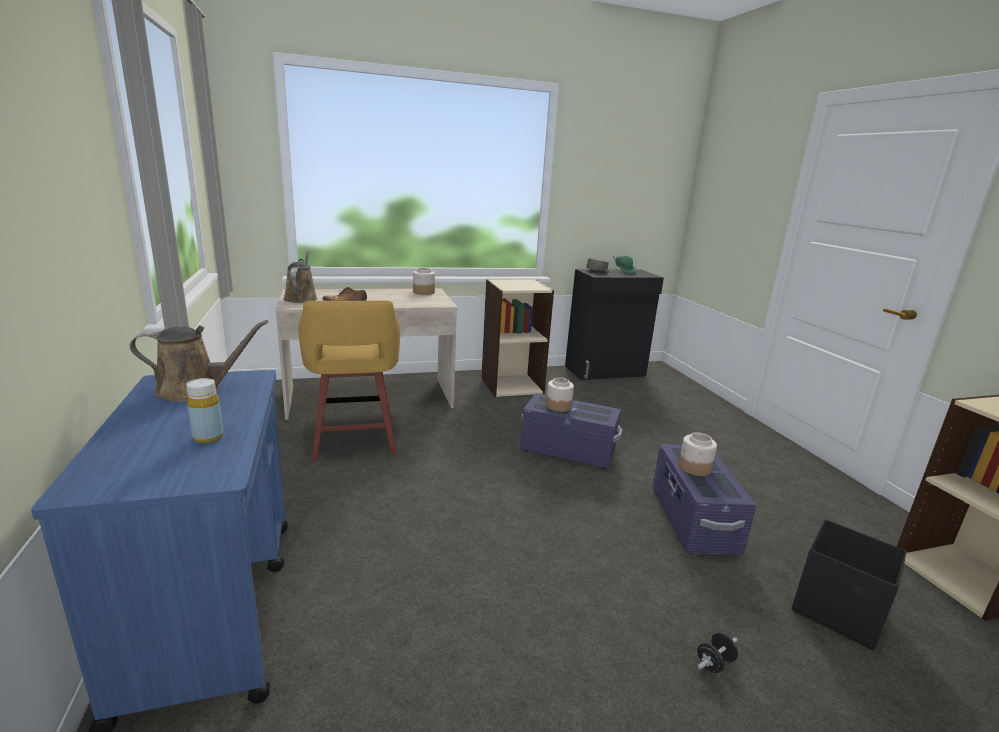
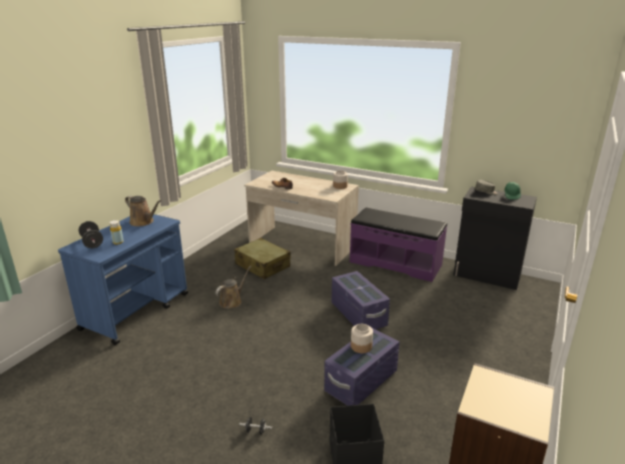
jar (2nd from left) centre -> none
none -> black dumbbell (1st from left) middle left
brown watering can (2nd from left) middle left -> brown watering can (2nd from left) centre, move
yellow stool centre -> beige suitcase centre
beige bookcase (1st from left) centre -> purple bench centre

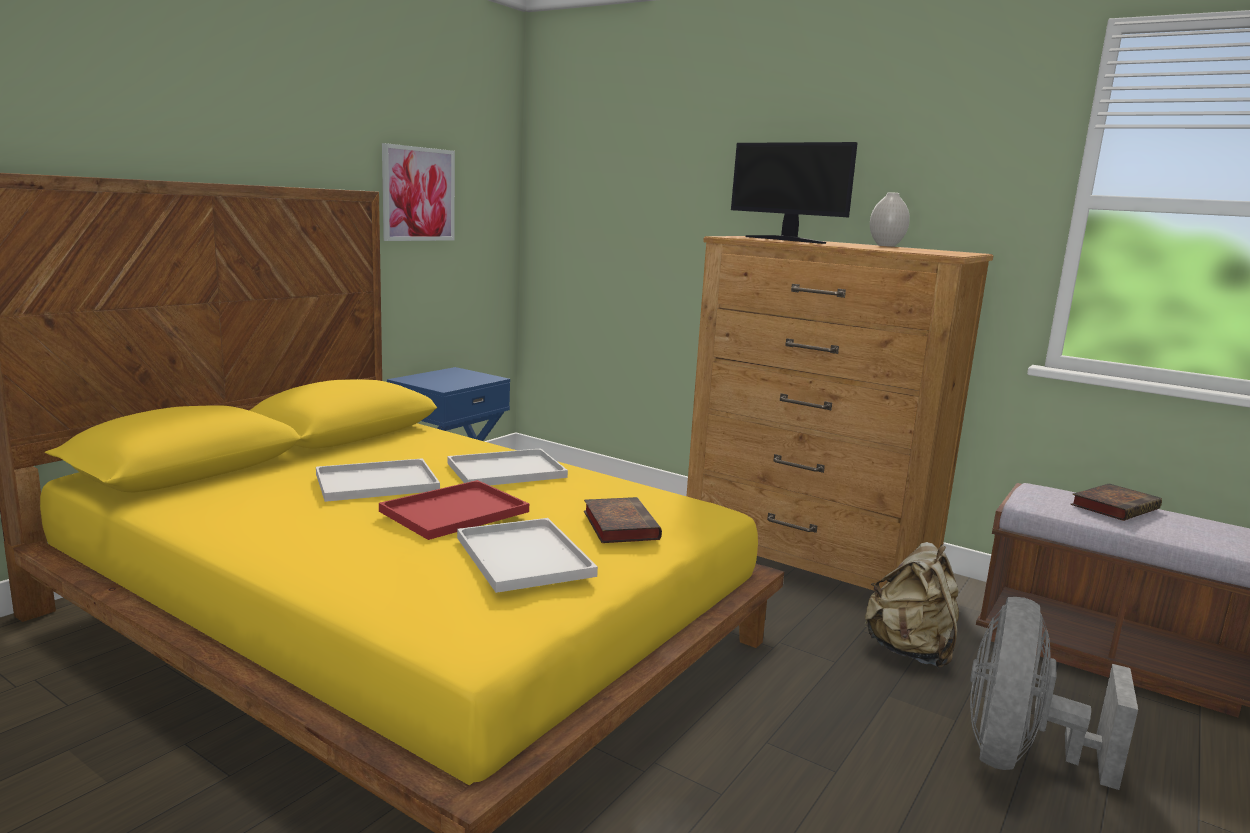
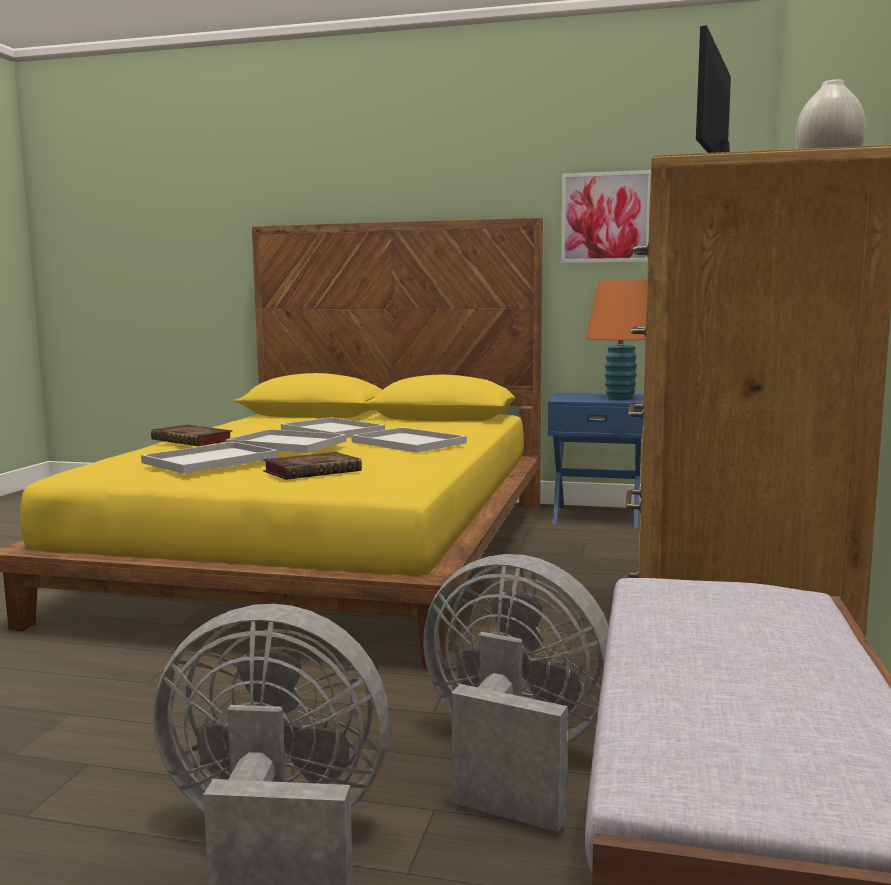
none -> orange table lamp middle right
book (2nd from left in the first image) middle right -> book (1st from left) middle left, move
beige backpack bottom right -> grey fan (2nd from left) bottom centre
red tray centre -> white tray (2nd from left) middle left

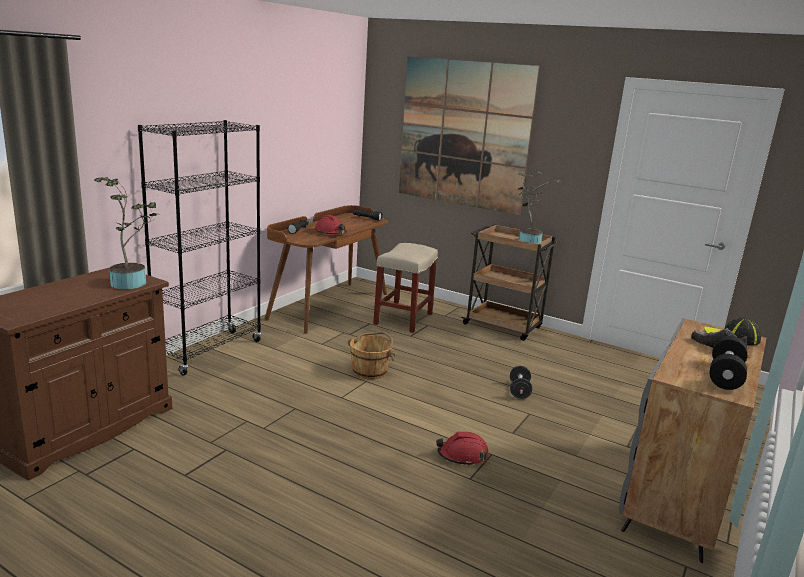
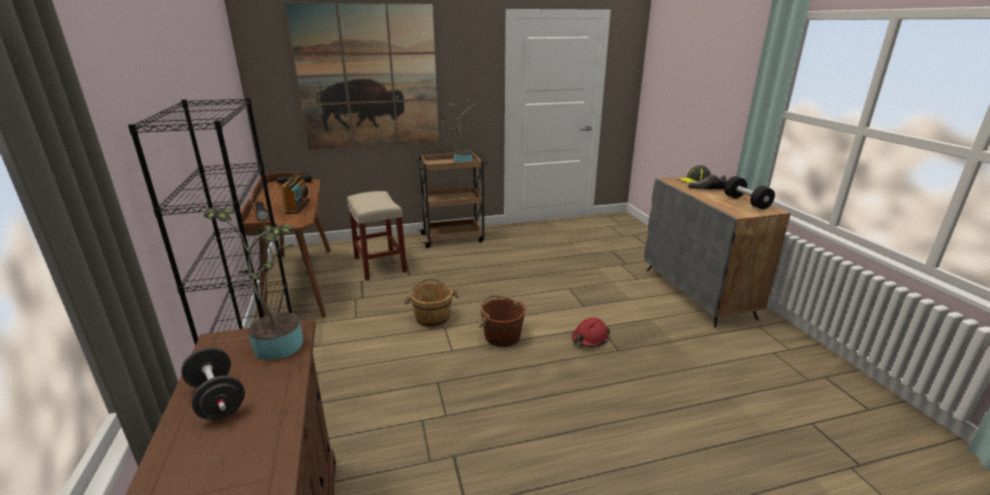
none -> brown bucket (2nd from left) centre
black dumbbell (1st from left) centre -> black dumbbell (1st from left) bottom left, move
red hard hat (1st from left) centre -> radio middle left

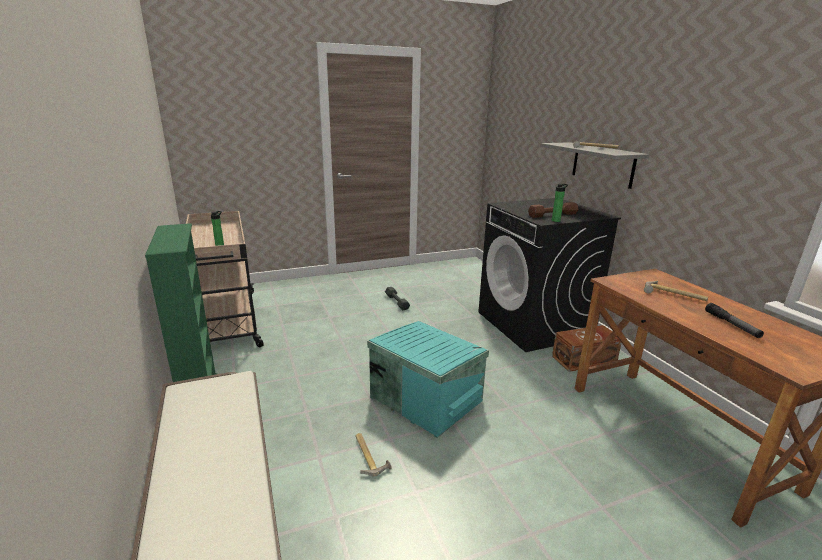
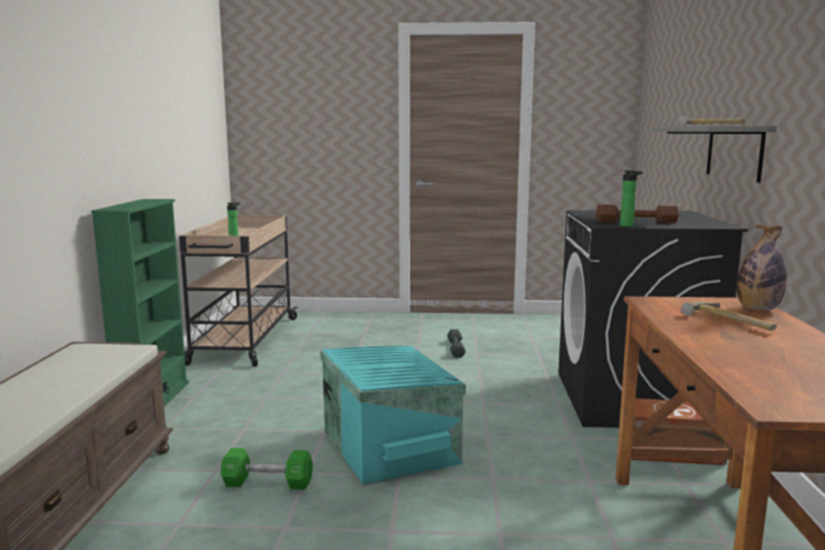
flashlight middle right -> none
none -> bottle (3rd from left) middle right
hammer (1st from left) bottom centre -> green dumbbell bottom left

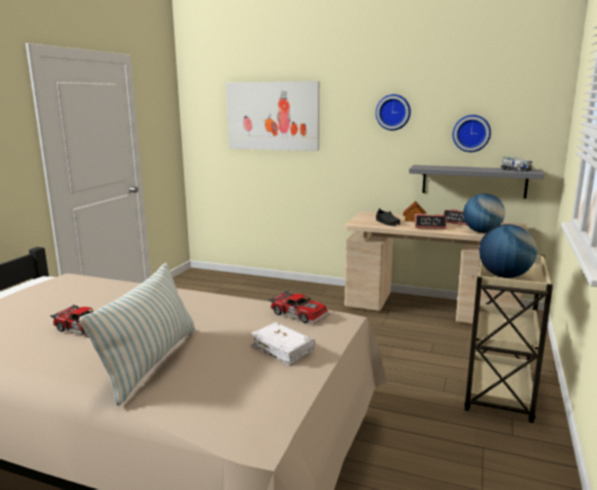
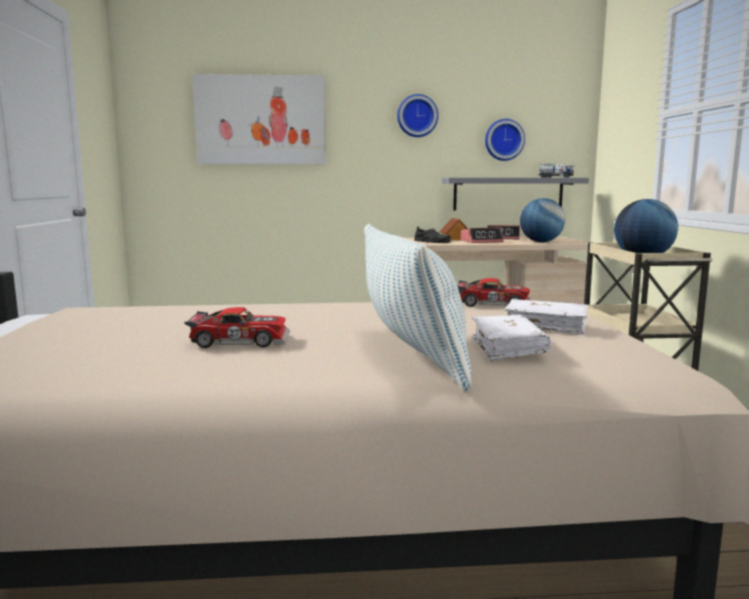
none -> white book (1st from left) middle right

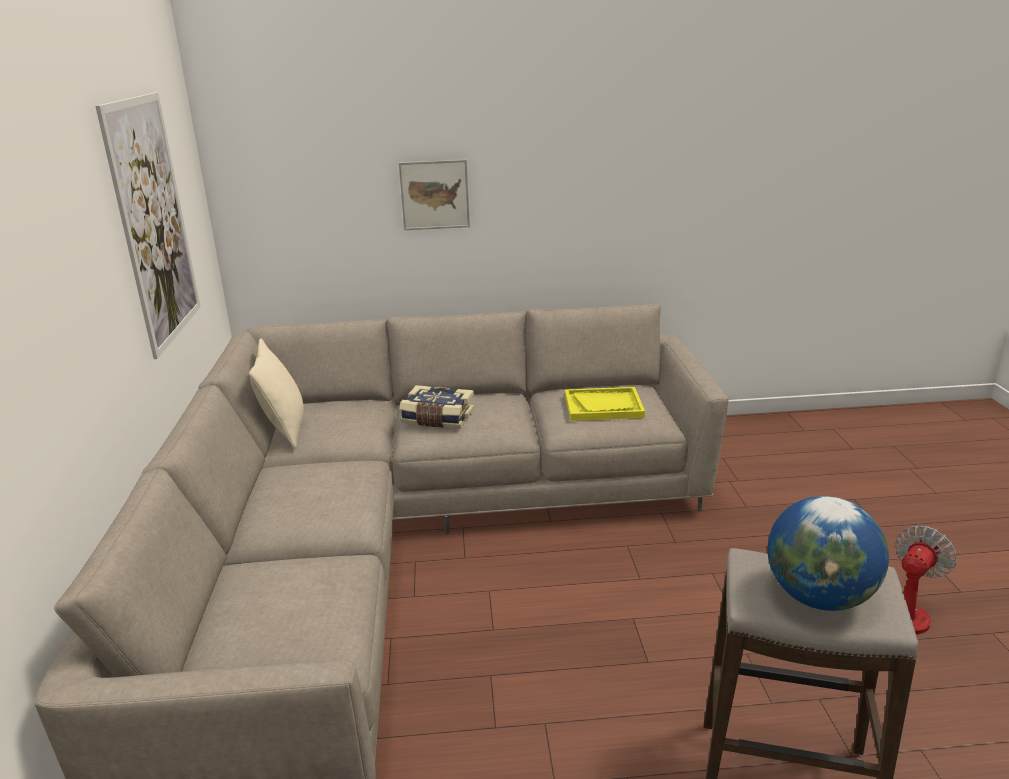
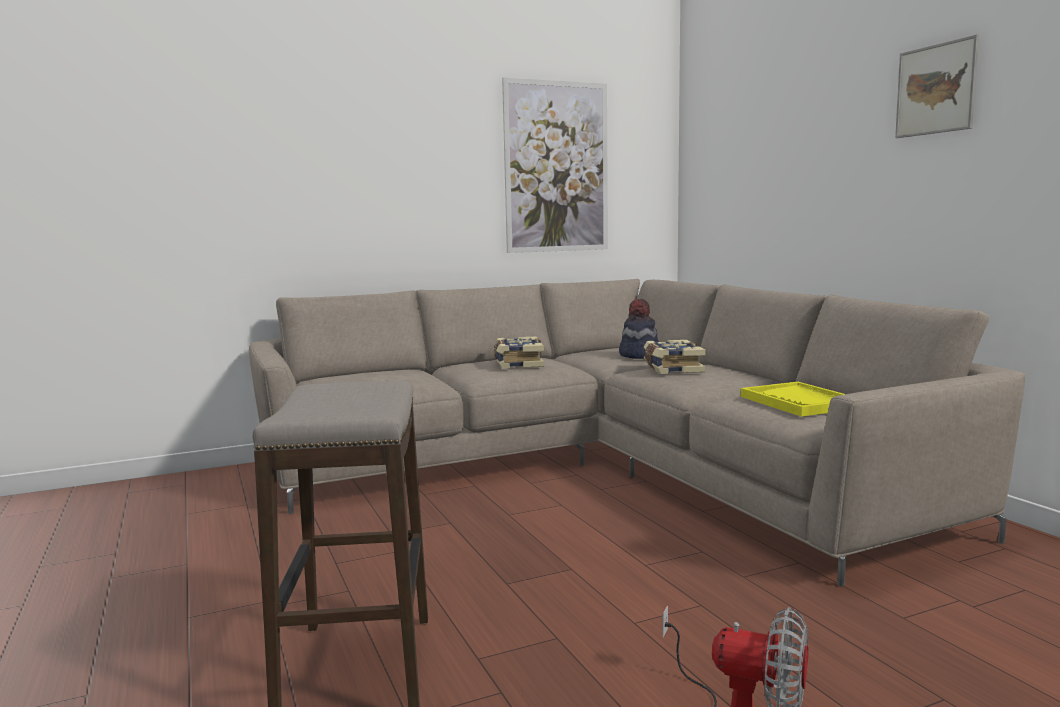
beige pillow middle left -> none
globe bottom right -> none
none -> book (1st from left) centre
none -> hat centre
picture (2nd from left) top centre -> picture (2nd from left) top right, move

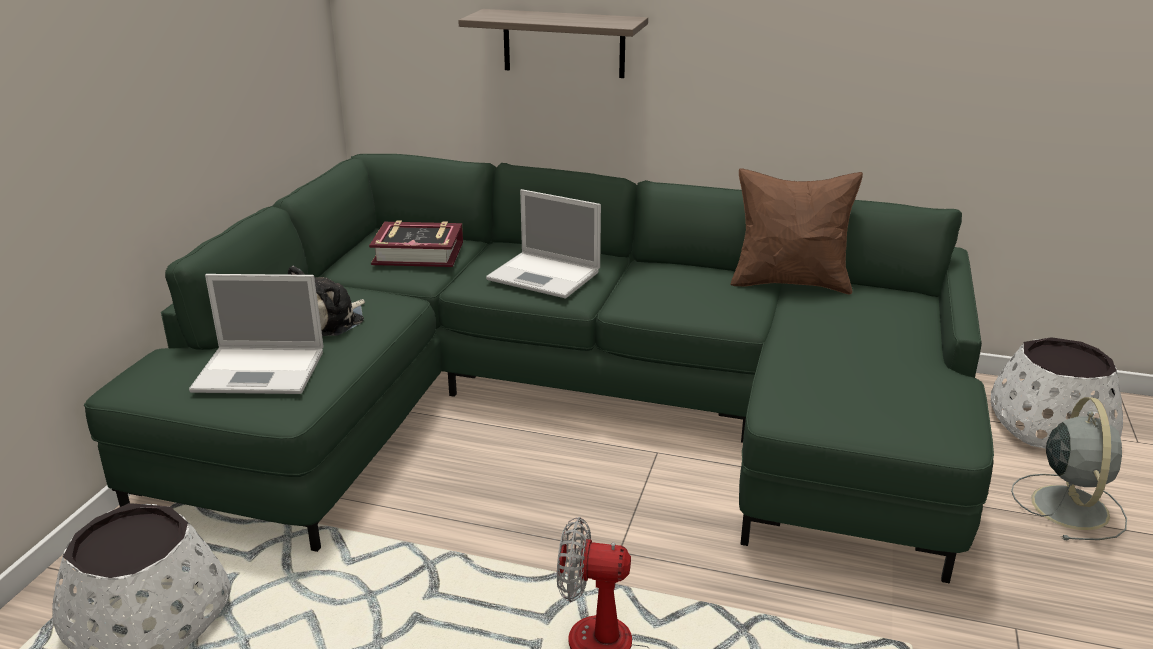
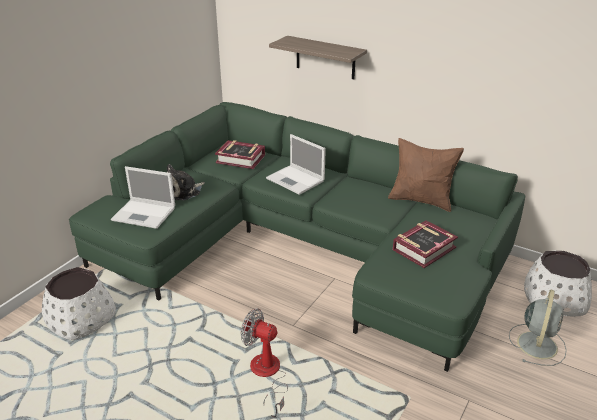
none -> book (2nd from left) middle right

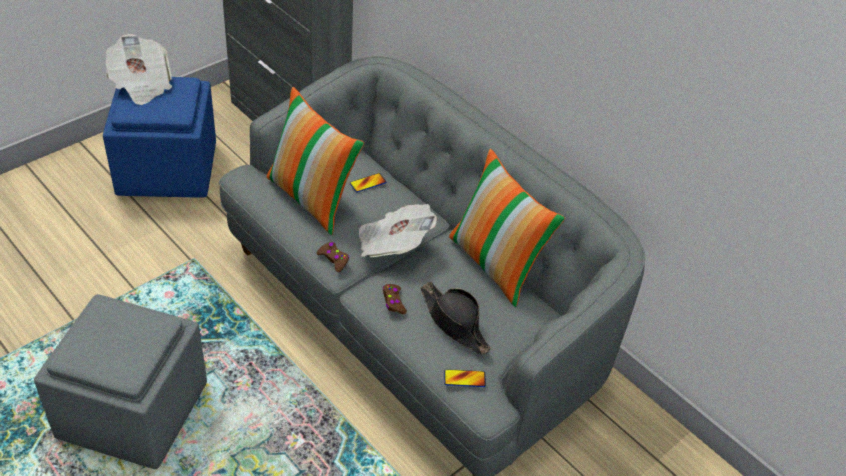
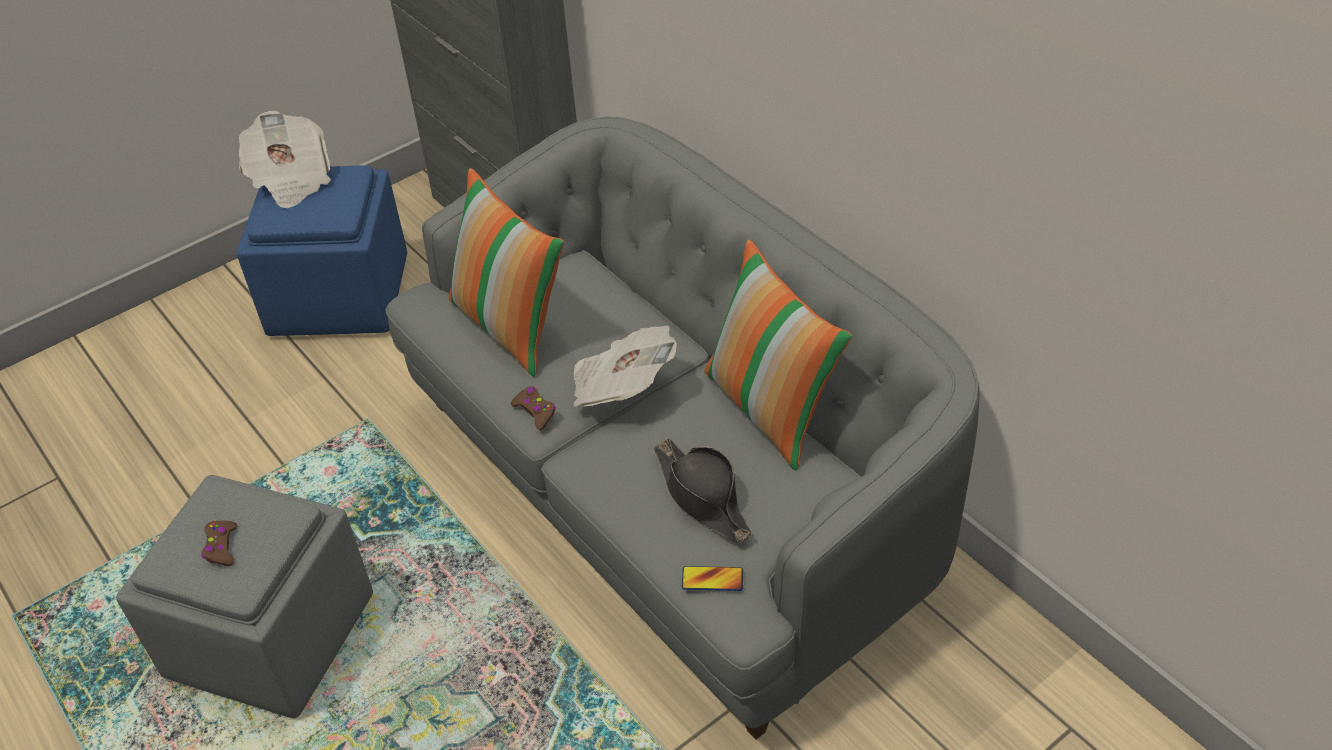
phone (1st from left) centre -> none
brown game controller (2nd from left in the first image) centre -> brown game controller (1st from left) bottom left, move

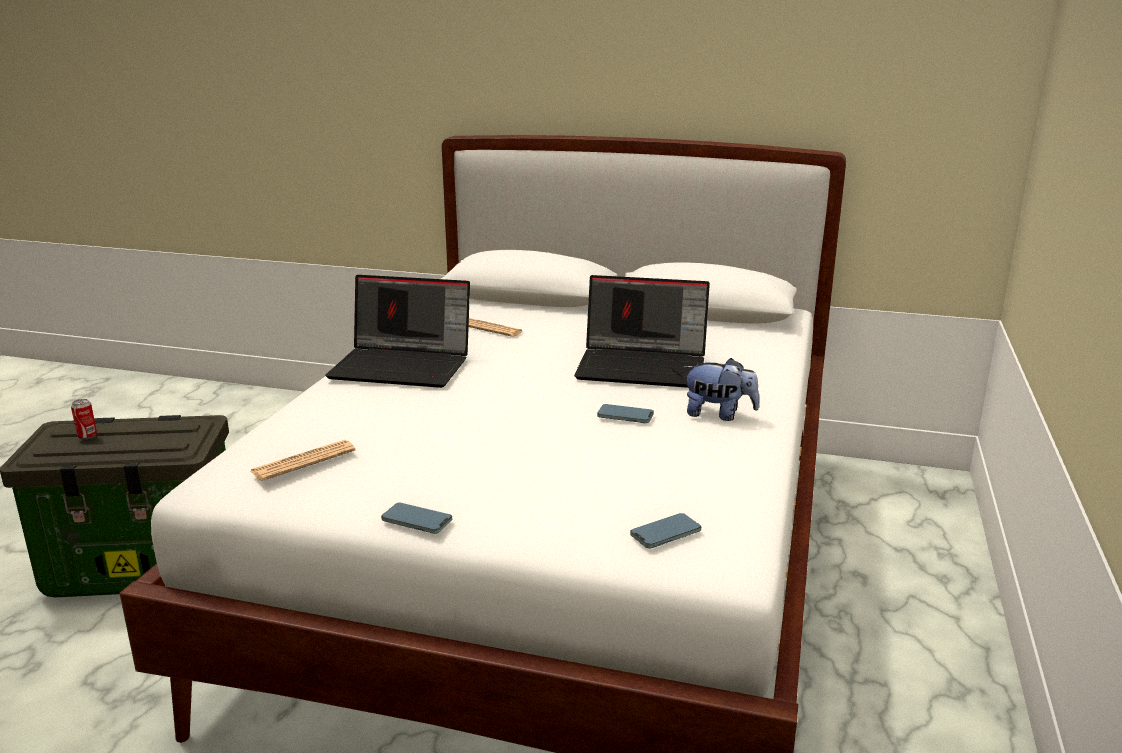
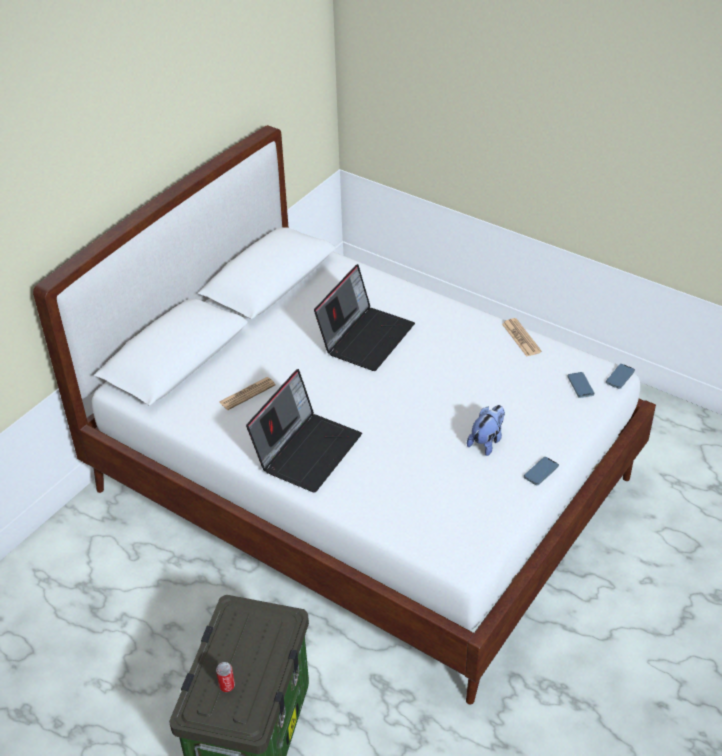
newspaper (1st from left in the first image) middle left -> newspaper (2nd from left) middle right, move
phone (2nd from left in the first image) centre -> phone (3rd from left) middle right, move
plush toy centre -> plush toy middle right, move

